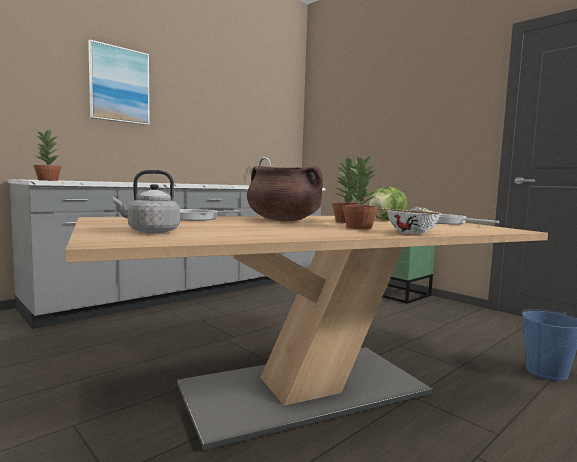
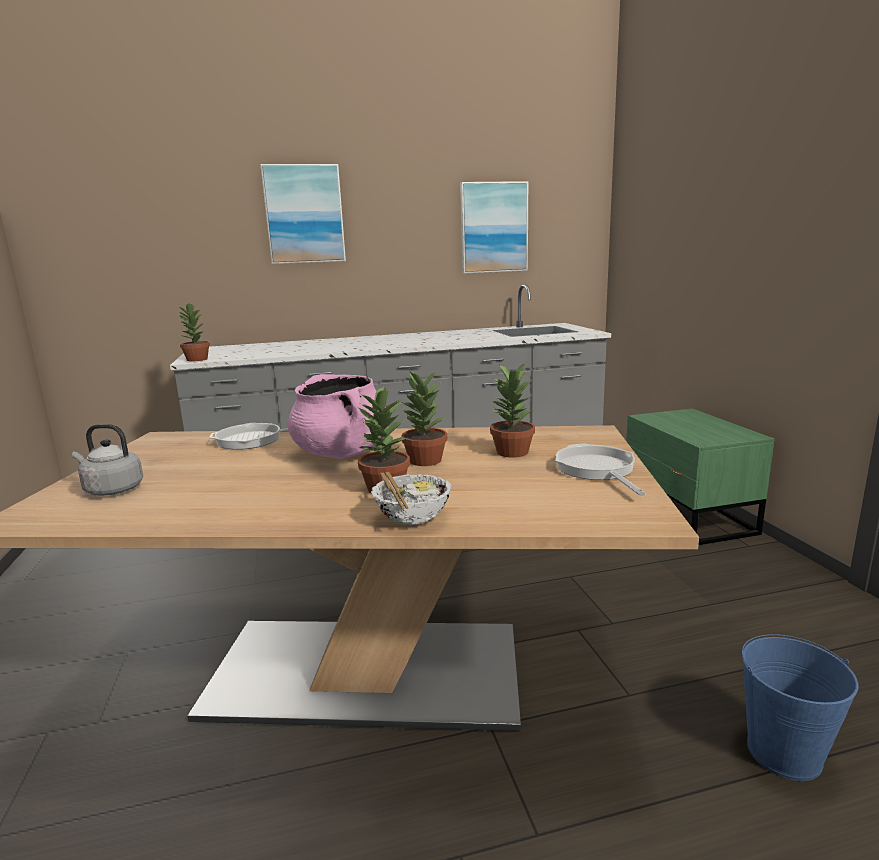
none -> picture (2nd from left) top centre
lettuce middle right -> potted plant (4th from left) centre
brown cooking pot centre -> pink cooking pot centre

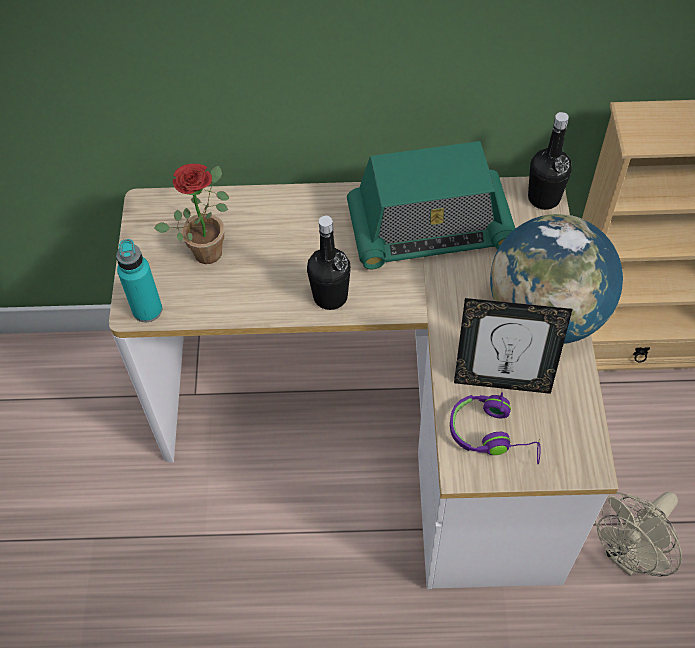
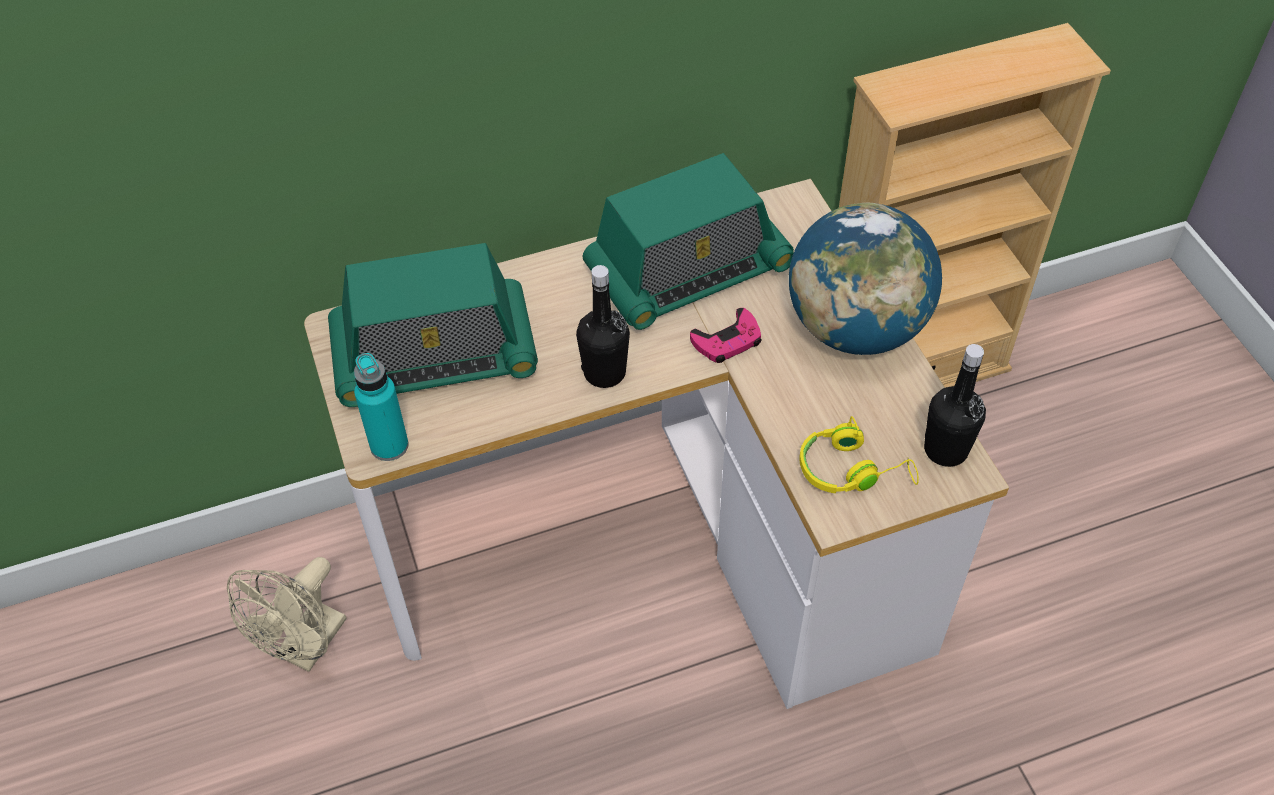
picture frame middle right -> none
none -> pink game controller centre
black bottle (2nd from left) top right -> black bottle (2nd from left) middle right, move
beige fan bottom right -> beige fan bottom left, move
potted plant top left -> radio (1st from left) centre
purple headphones middle right -> yellow headphones middle right

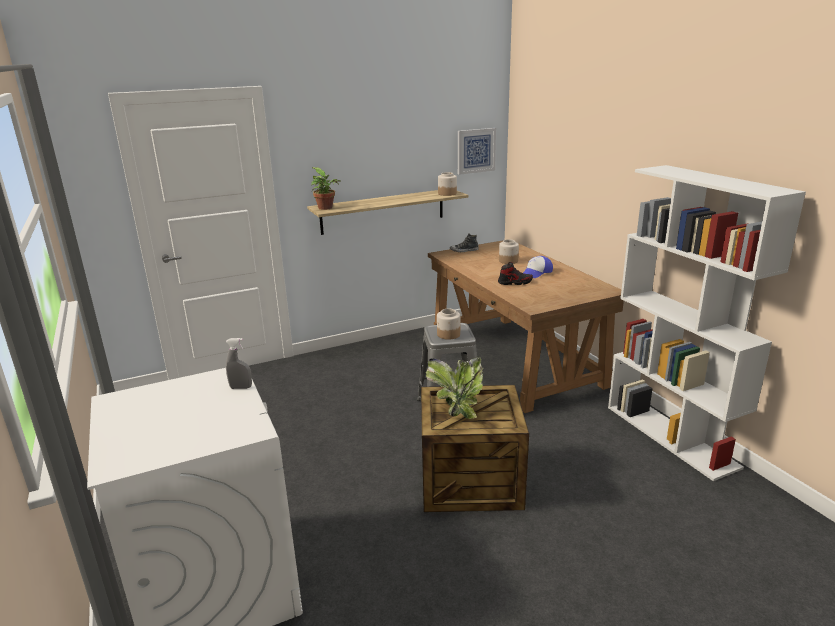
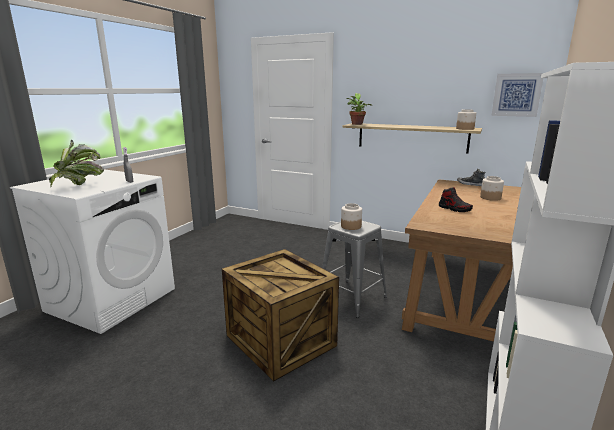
cap centre -> none
potted plant (2nd from left in the first image) centre -> potted plant (1st from left) middle left, move

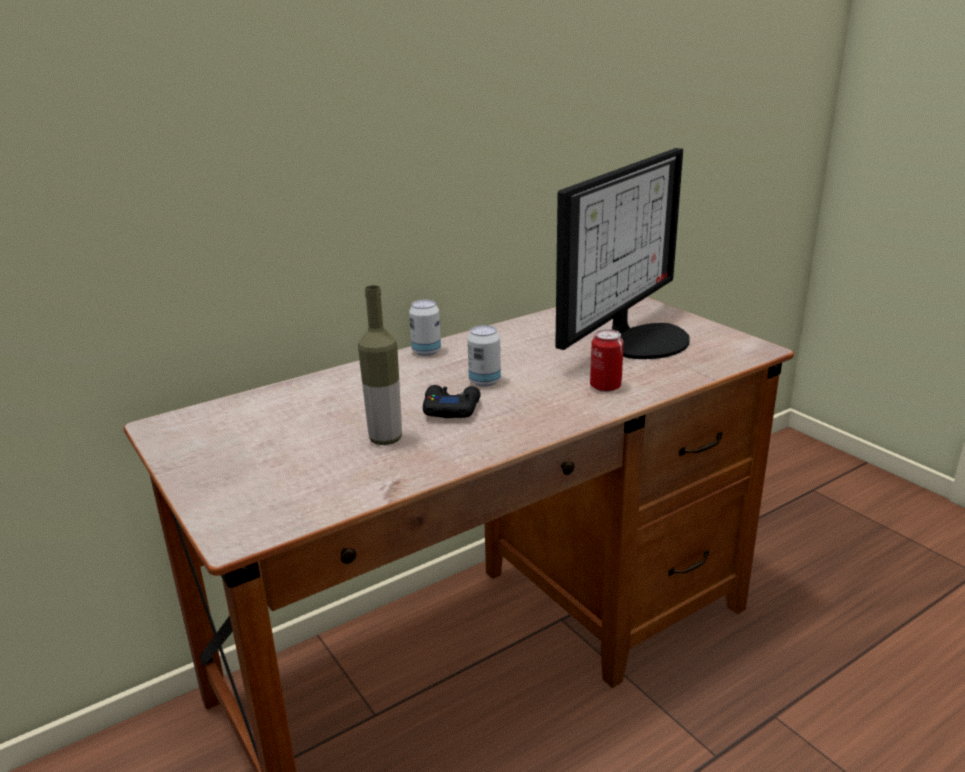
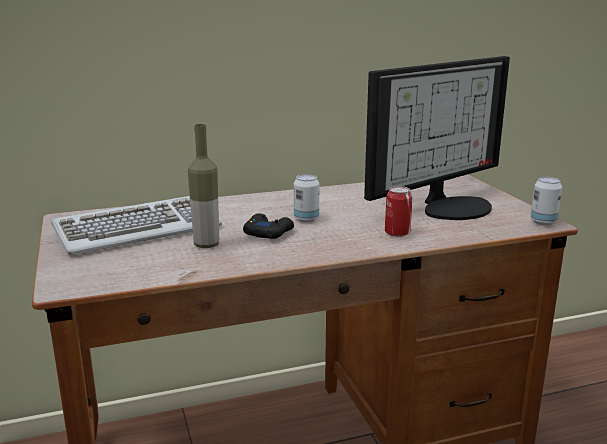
none -> keyboard middle left
can (1st from left in the first image) centre -> can (3rd from left) middle right, move

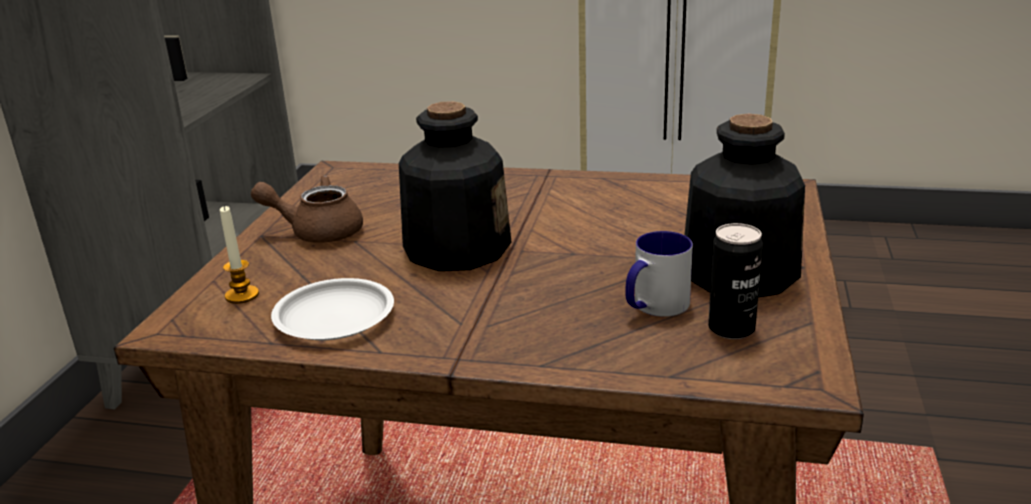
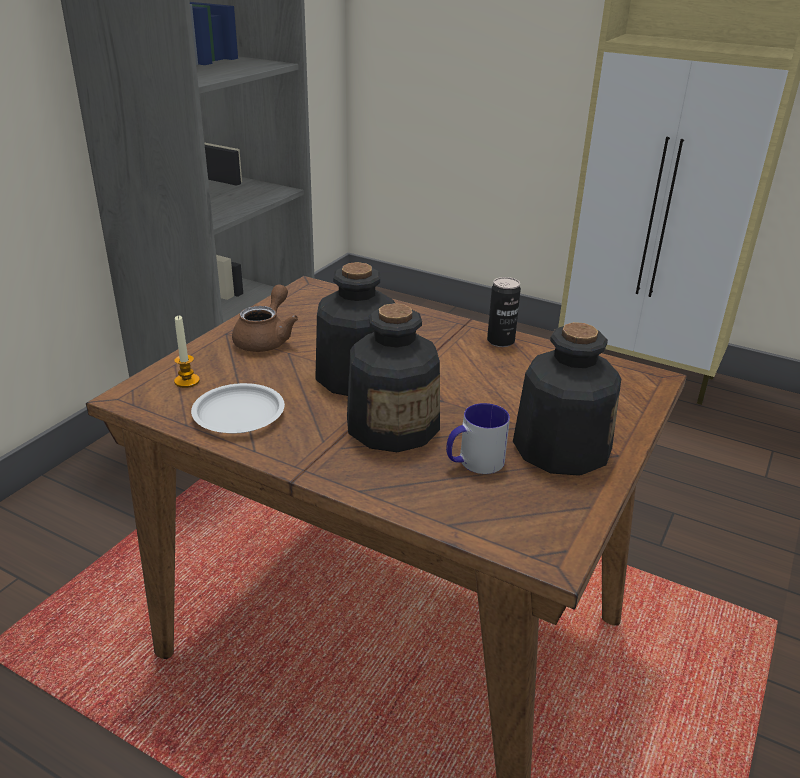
none -> bottle (2nd from left) centre
can middle right -> can centre, move
brown teapot middle left, 90 degrees clockwise

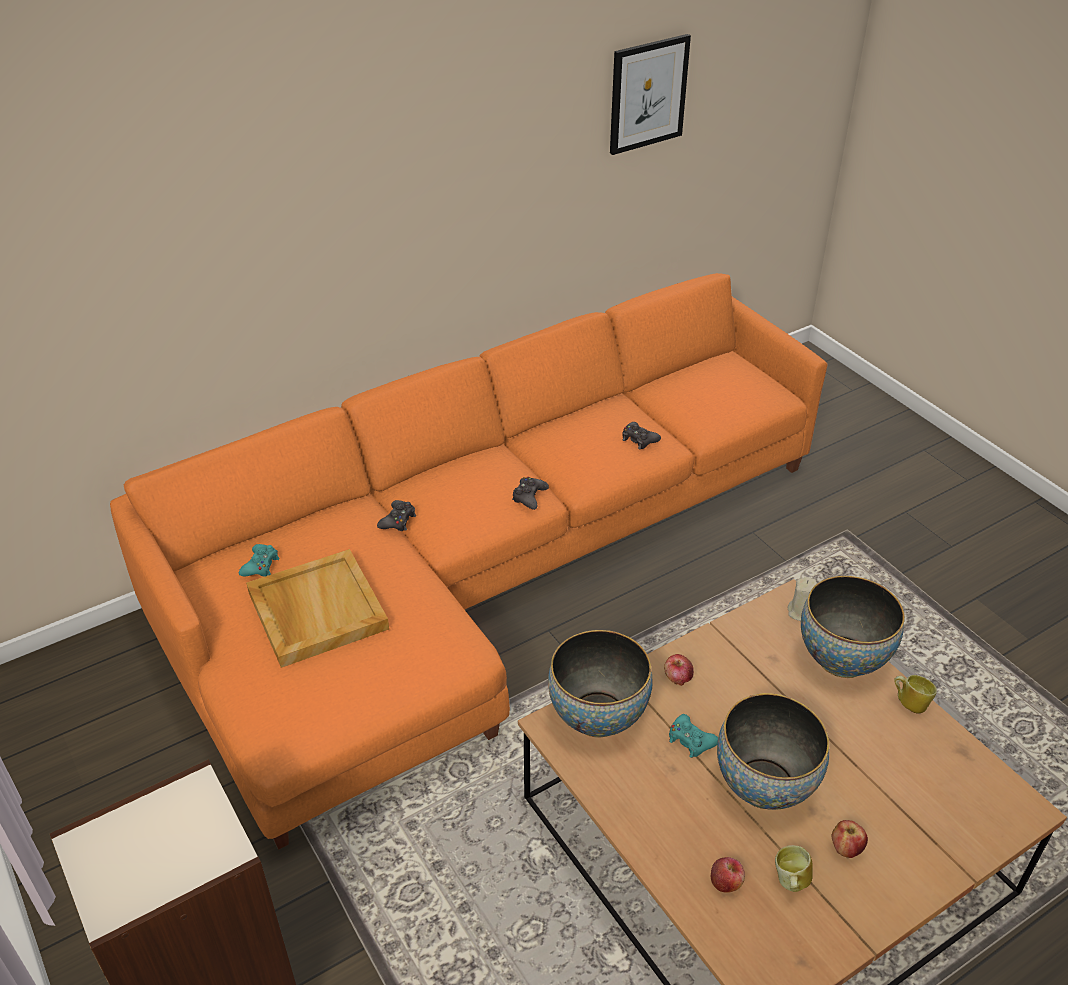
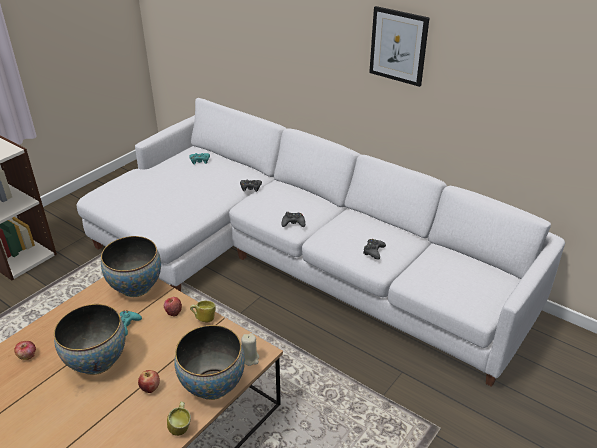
beige tray middle left -> none
picture top centre -> picture top right, move
mug (1st from left in the first image) bottom right -> mug (2nd from left) bottom centre, move
apple (3rd from left in the first image) bottom right -> apple (2nd from left) bottom left, move
orange sofa centre -> white sofa centre

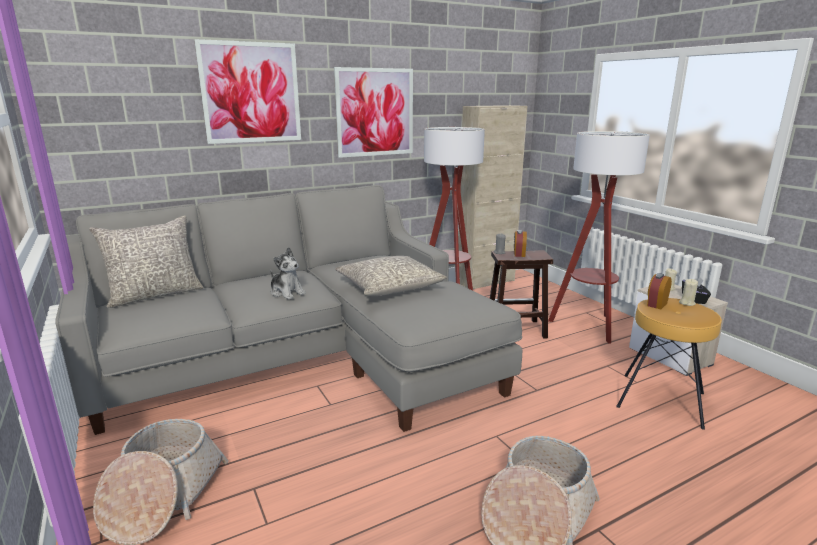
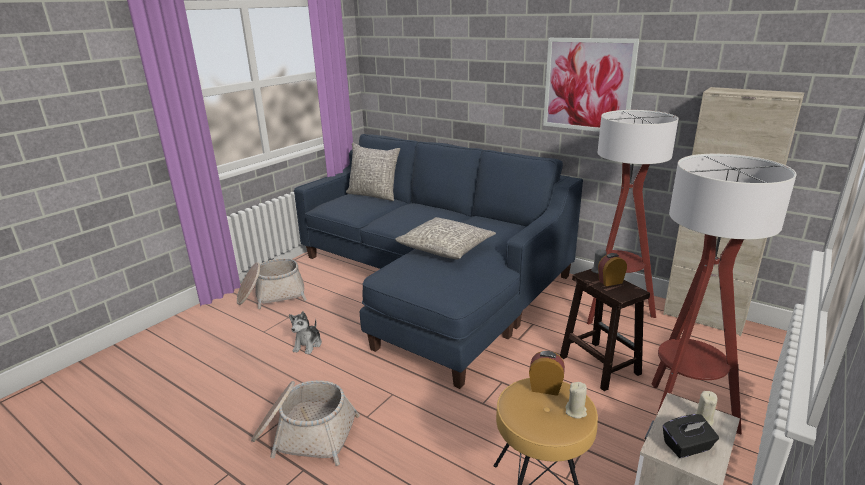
picture (1st from left) top left -> none
plush toy centre -> plush toy bottom centre, move
grey sofa centre -> blue sofa centre

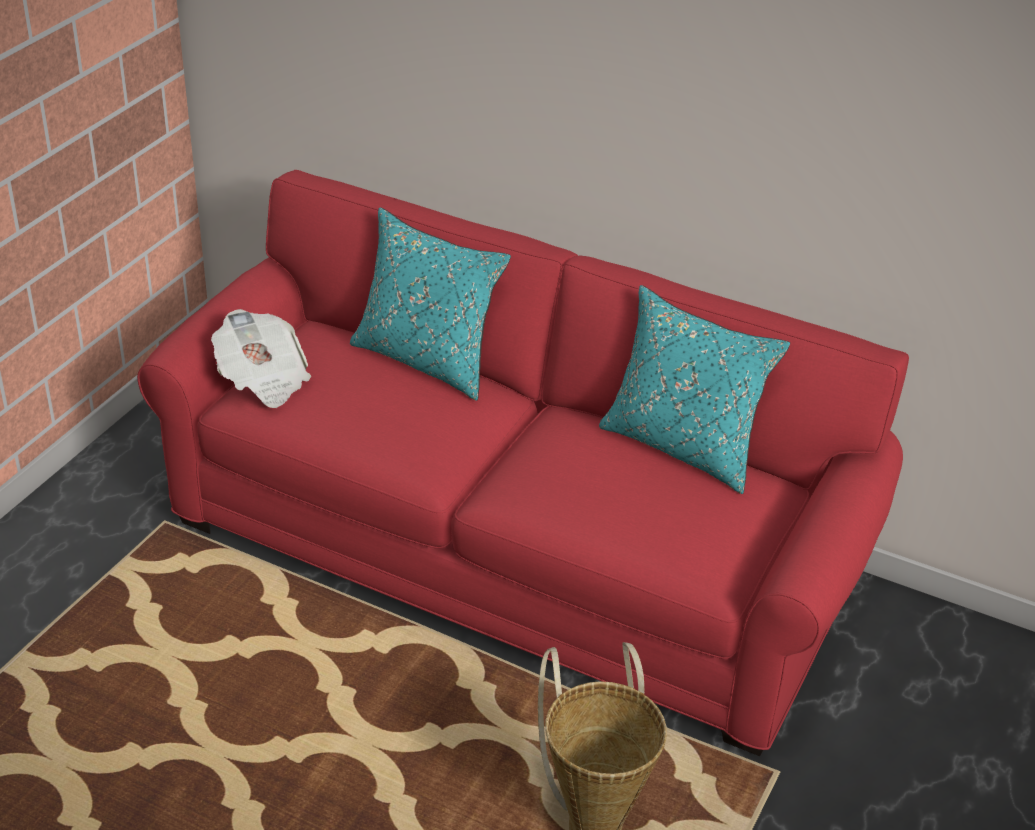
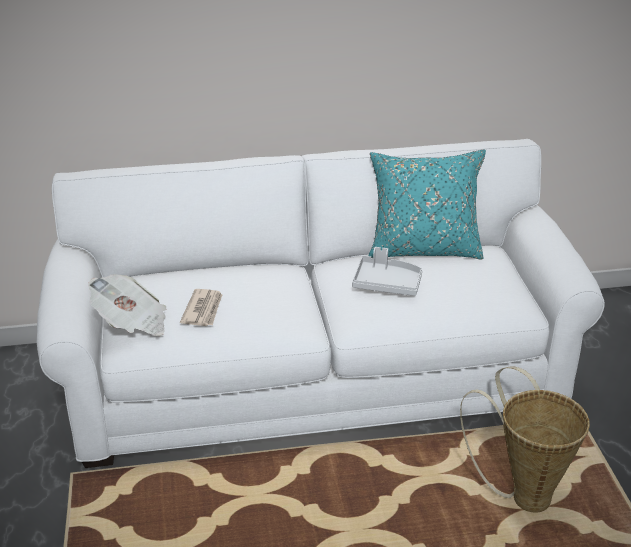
turquoise pillow (1st from left) centre -> none
none -> newspaper (2nd from left) middle left
none -> grey tray centre
red sofa centre -> white sofa centre

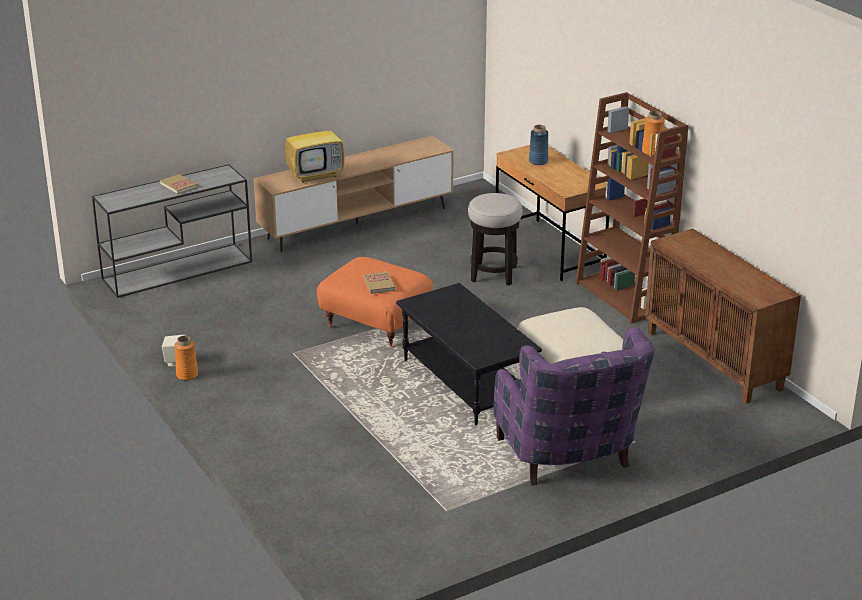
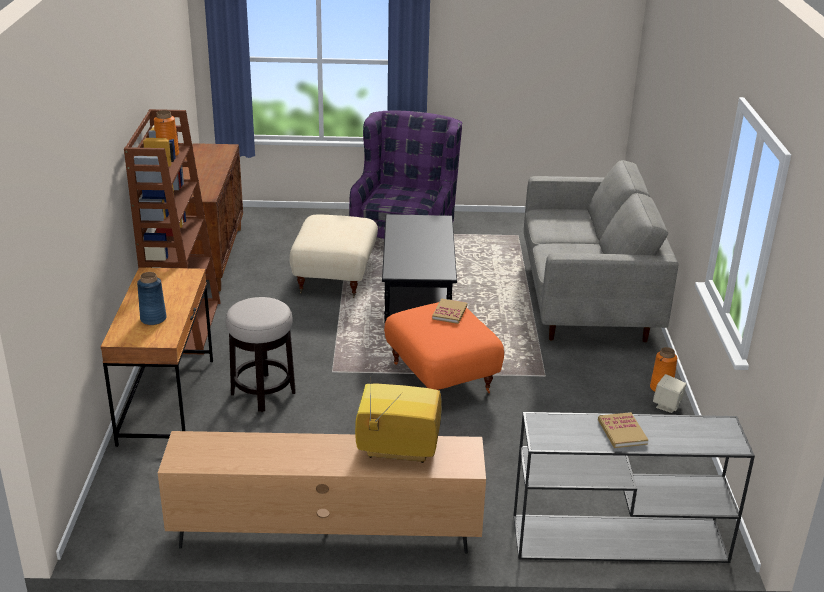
none -> grey sofa middle right

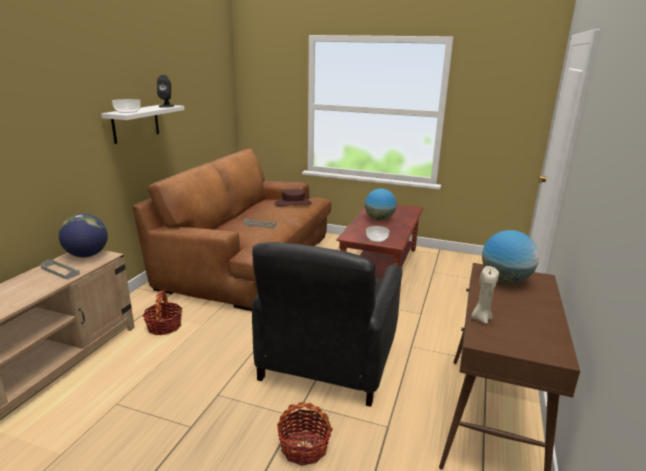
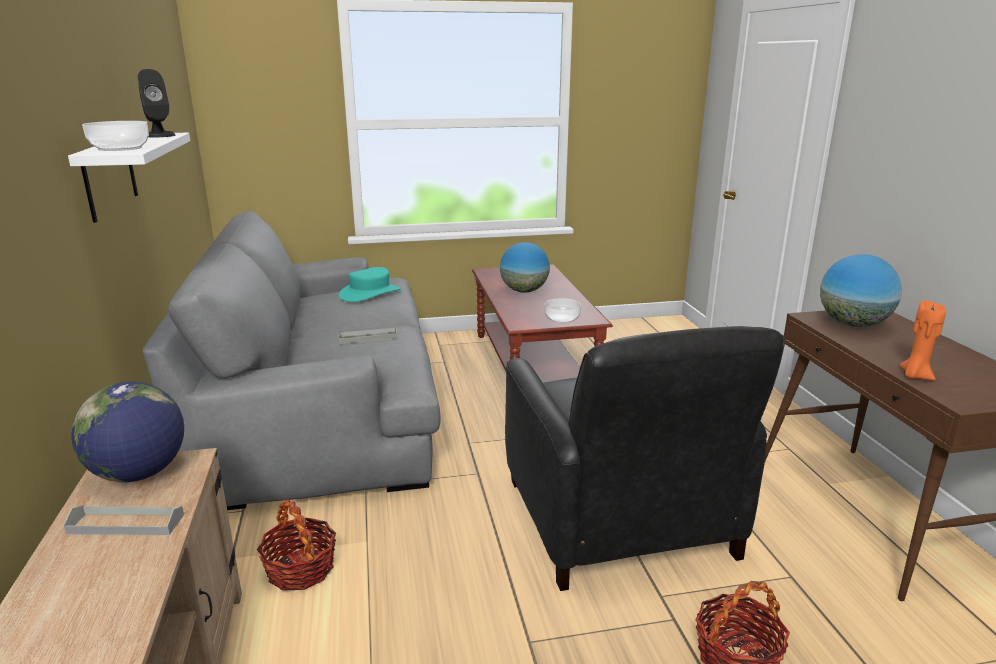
brown sofa centre -> grey sofa middle left
brown hat centre -> turquoise hat centre
beige candle middle right -> orange candle middle right

